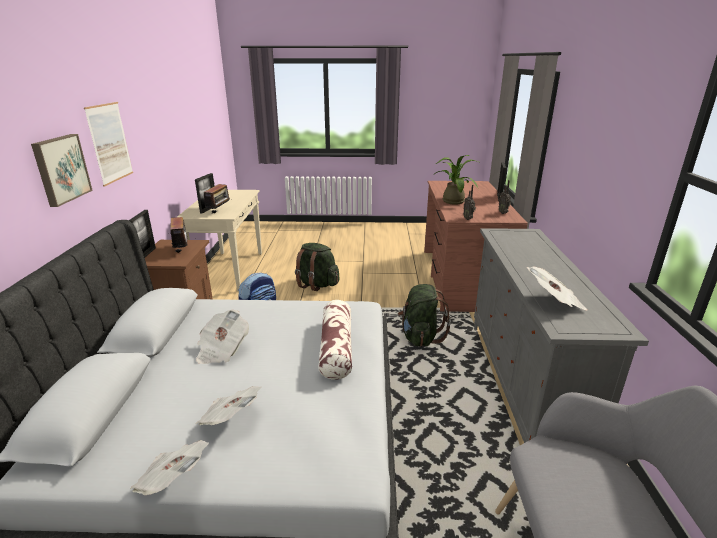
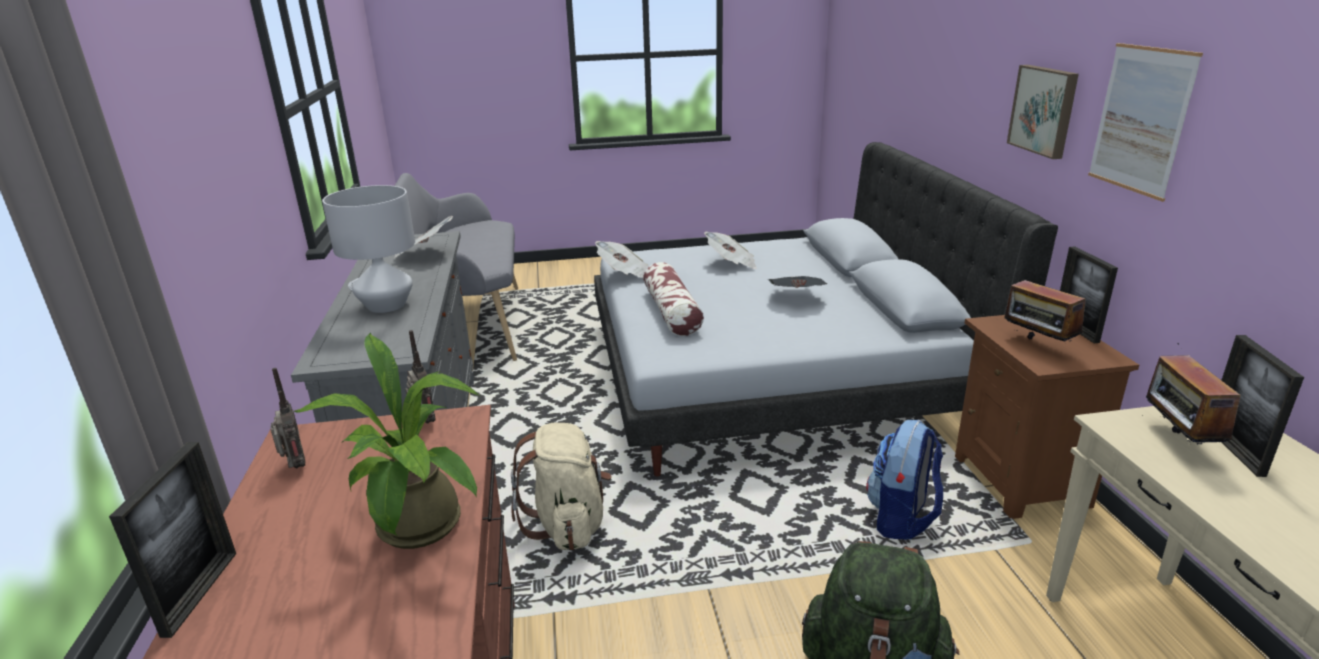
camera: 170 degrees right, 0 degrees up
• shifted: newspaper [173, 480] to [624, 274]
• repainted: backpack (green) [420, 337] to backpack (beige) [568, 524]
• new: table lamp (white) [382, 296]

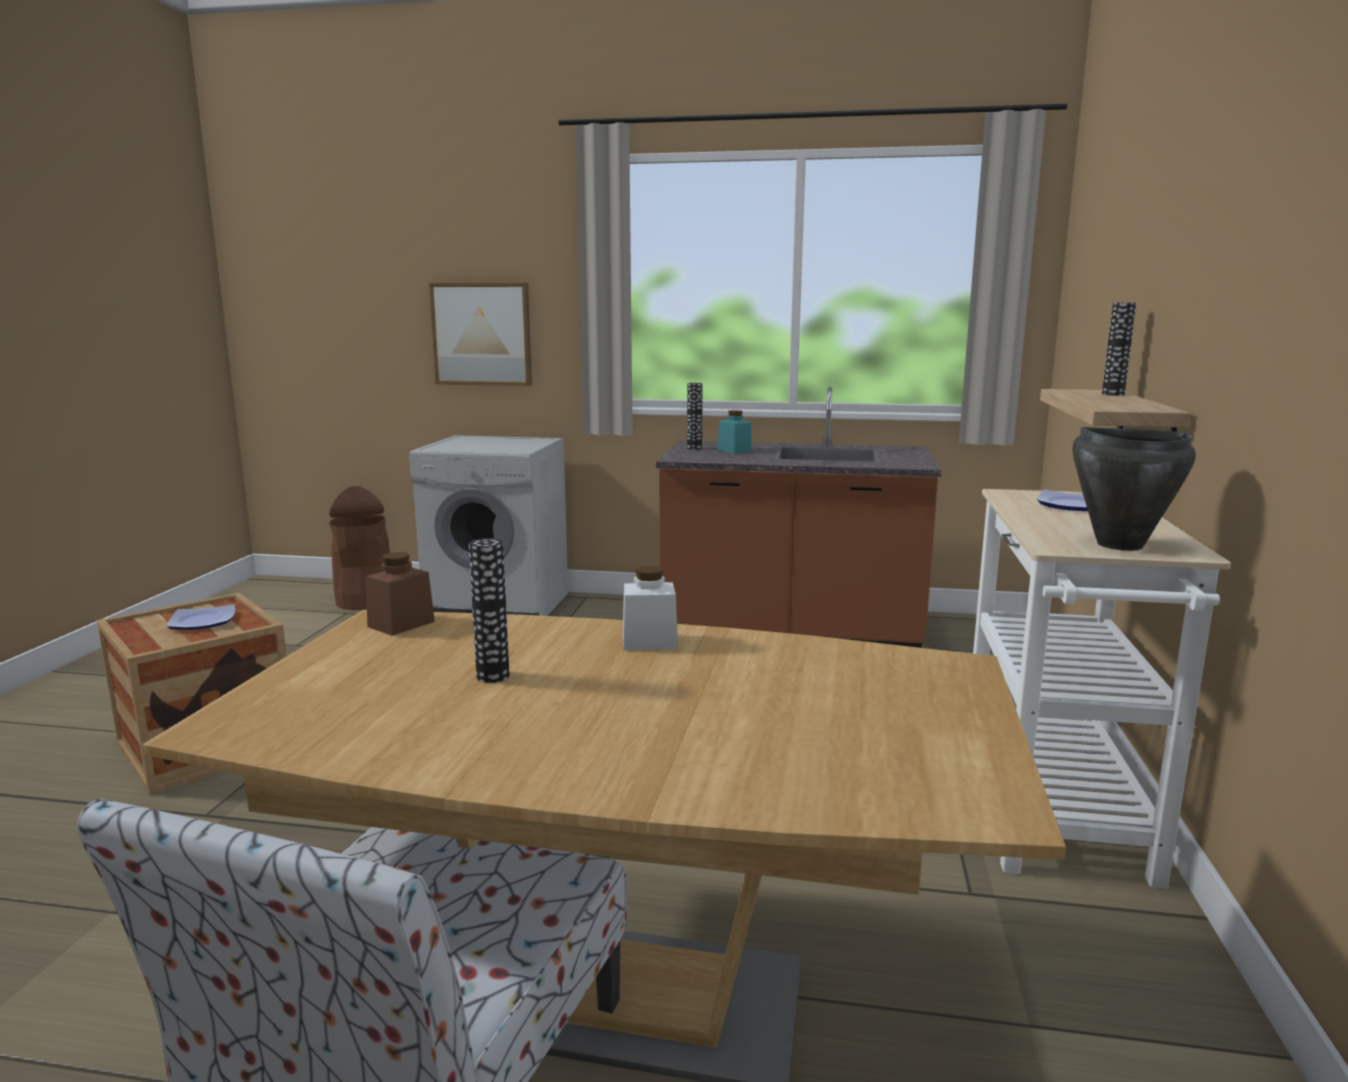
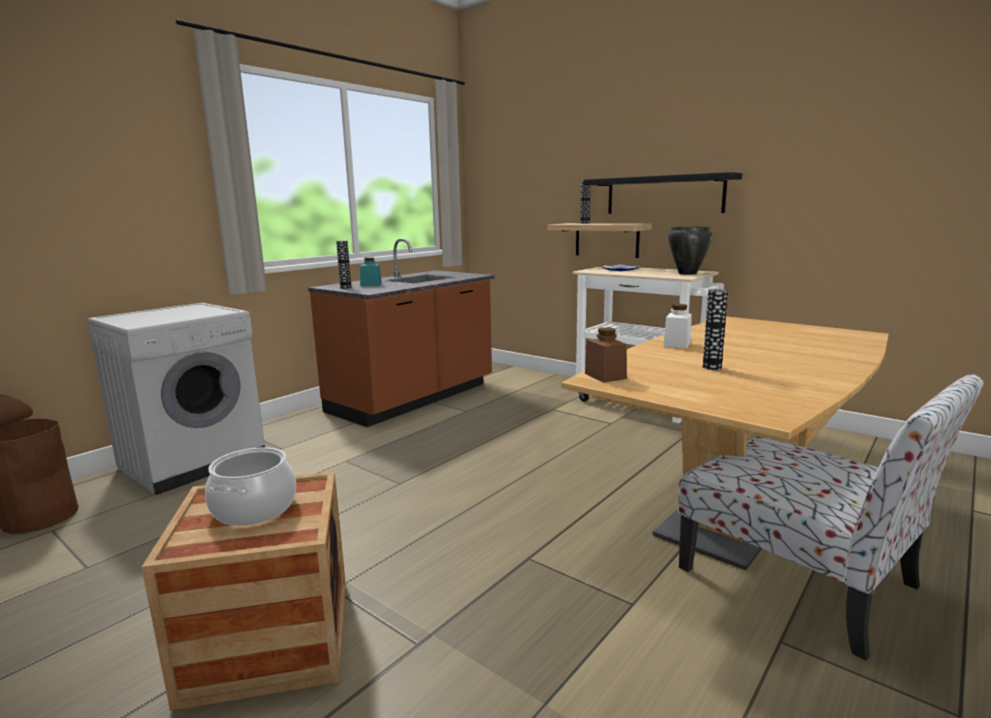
camera: 60 degrees left, 0 degrees up
• swapped: plate [201, 622] to cooking pot [255, 509]
• gone: picture [482, 334]
• new: shelf (black) [664, 195]

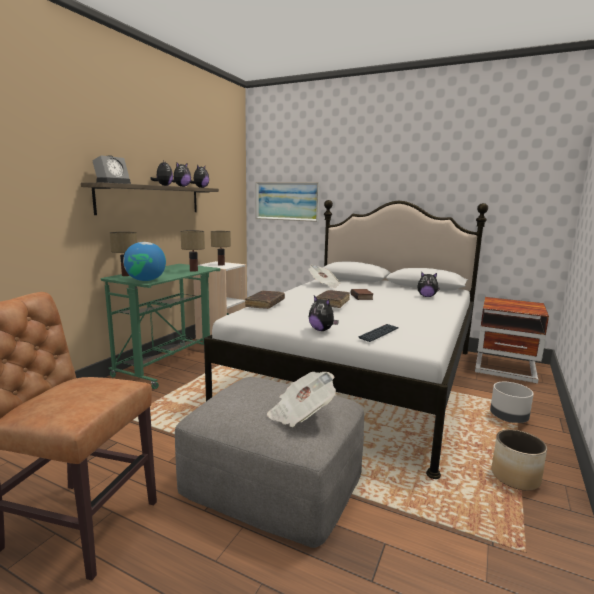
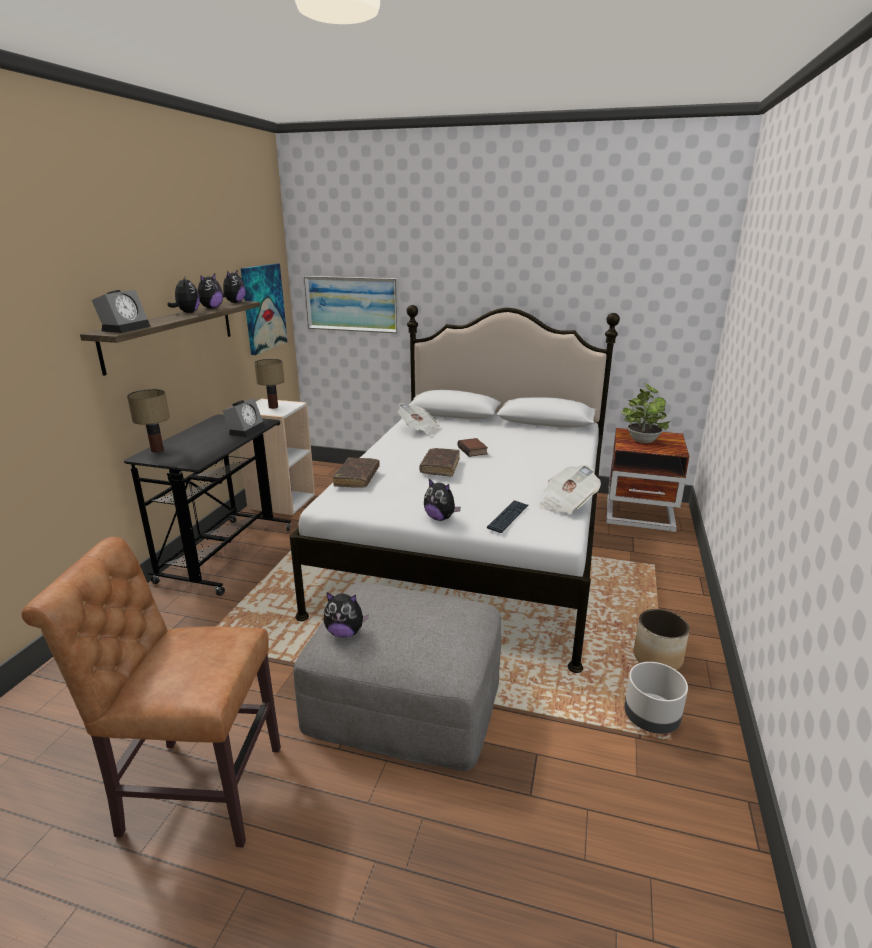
camera: 10 degrees left, 10 degrees up
• repainted: desk (green) [170, 364] to desk (black) [227, 554]
• gone: globe [146, 280]
• swapped: table lamp [193, 270] to alarm clock [246, 430]
• shifted: newspaper [300, 414] to [566, 503]
• shifted: plush toy [426, 296] to [345, 633]
• shifted: planter (grey) [508, 418] to [651, 719]
• new: picture [263, 308]
• new: potted plant [642, 439]

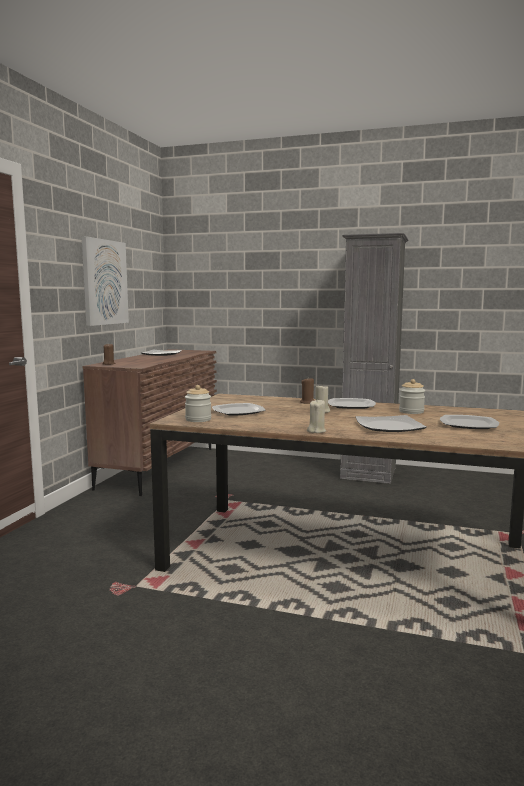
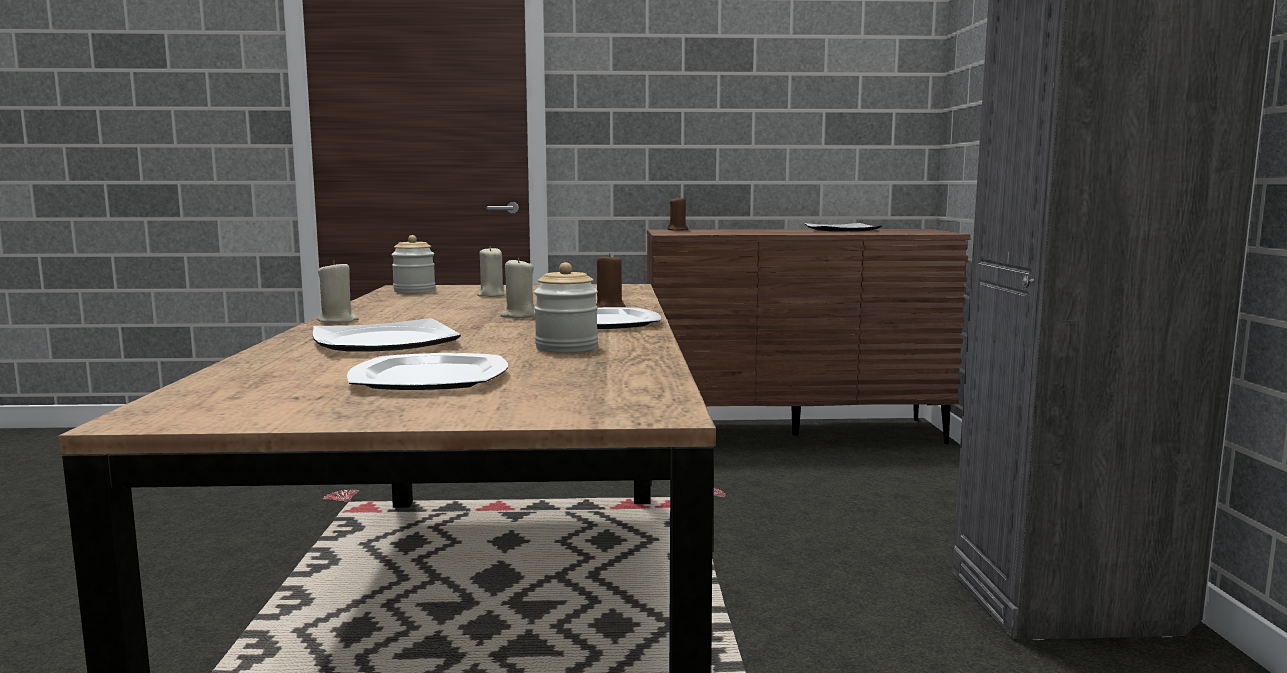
camera: 70 degrees right, 0 degrees up
• gone: picture [104, 282]
• swapped: plate [238, 411] to candle (beige) [491, 295]

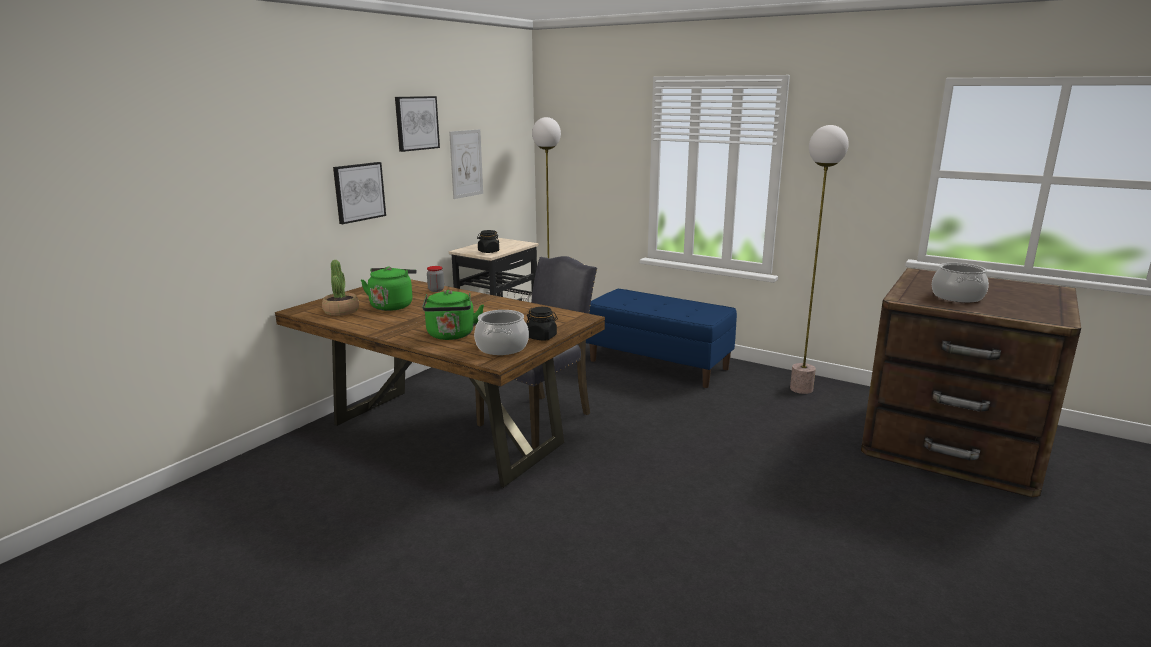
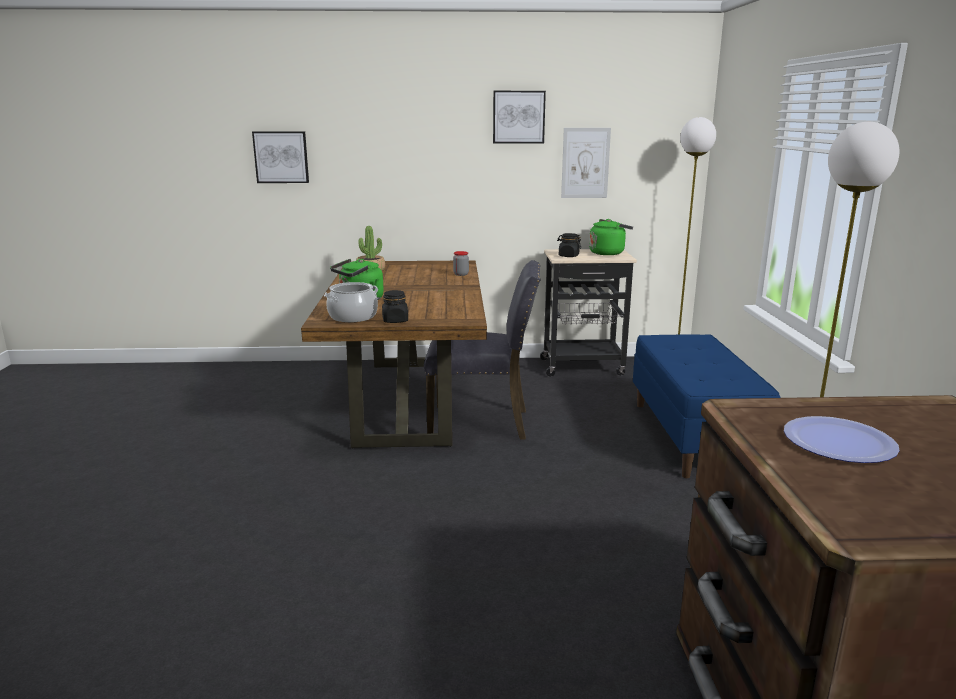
camera: 55 degrees right, 0 degrees up
• shifted: picture [359, 192] to [281, 157]
• shifted: kettle (green) [392, 305] to [608, 253]
• swapped: cooking pot [957, 297] to plate [839, 442]

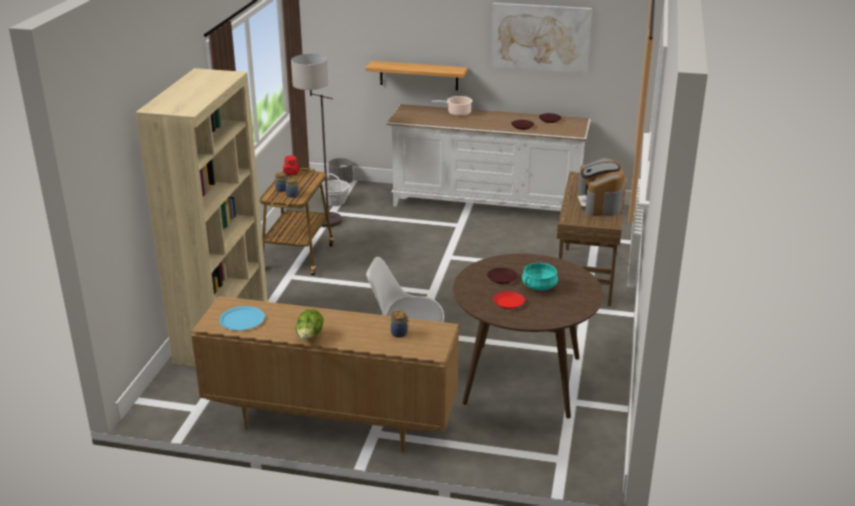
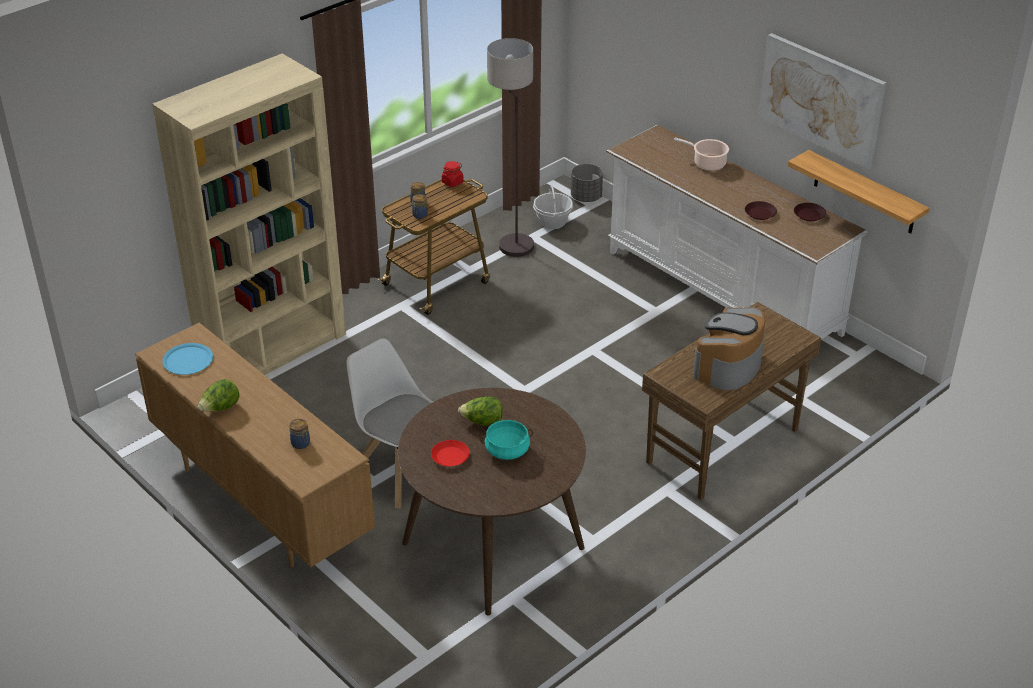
camera: 35 degrees right, 10 degrees up
• shifted: shelf [419, 75] to [864, 193]
• swapped: plate (brown) [502, 278] to lettuce [482, 422]

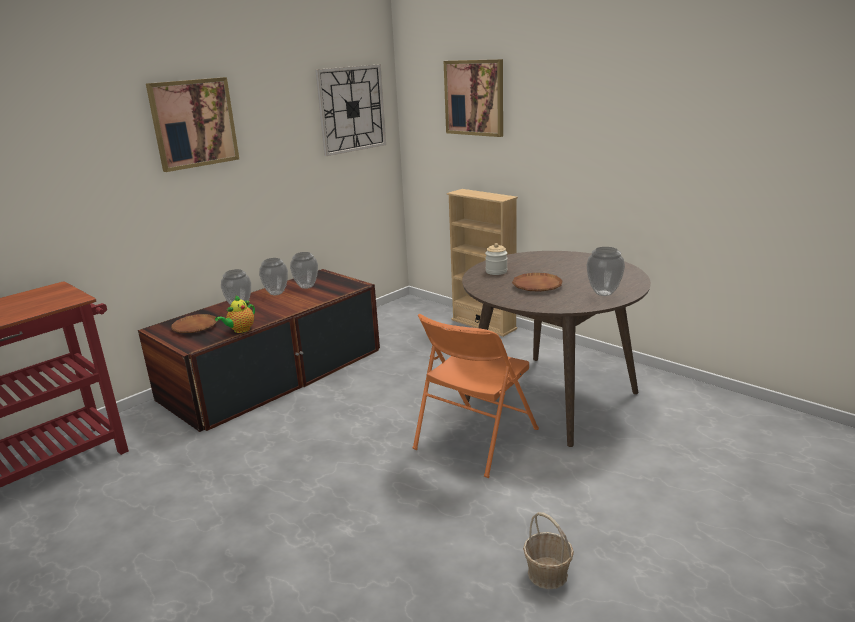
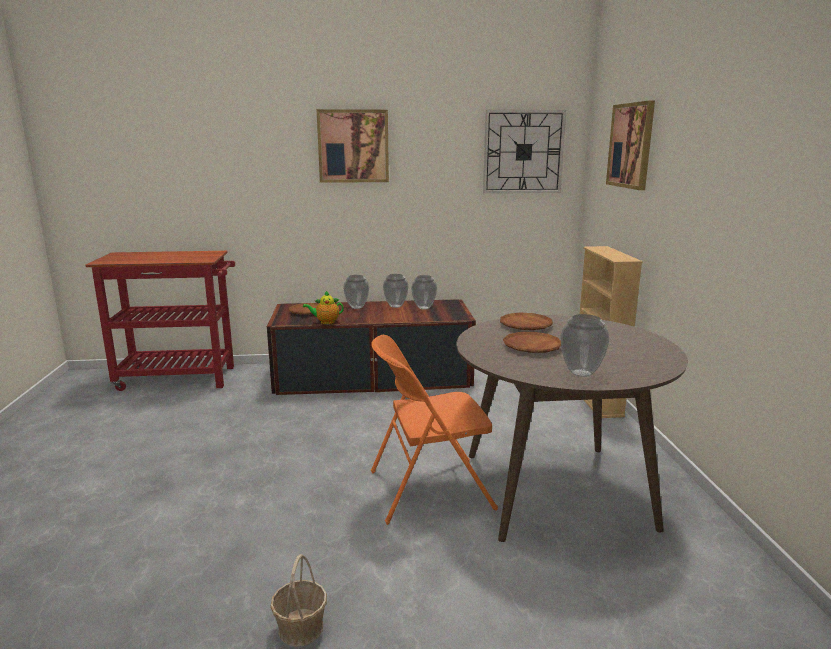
camera: 40 degrees right, 5 degrees down
• swapped: jar [496, 271] to plate (brown) [525, 325]

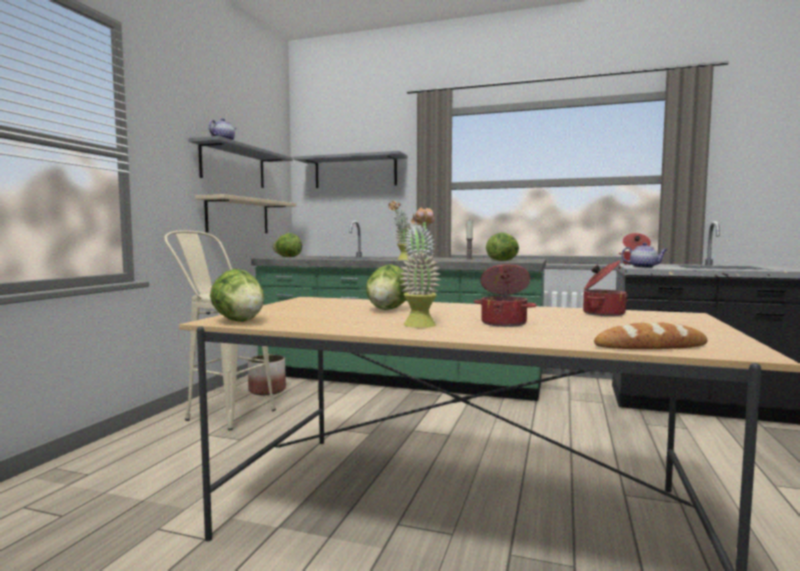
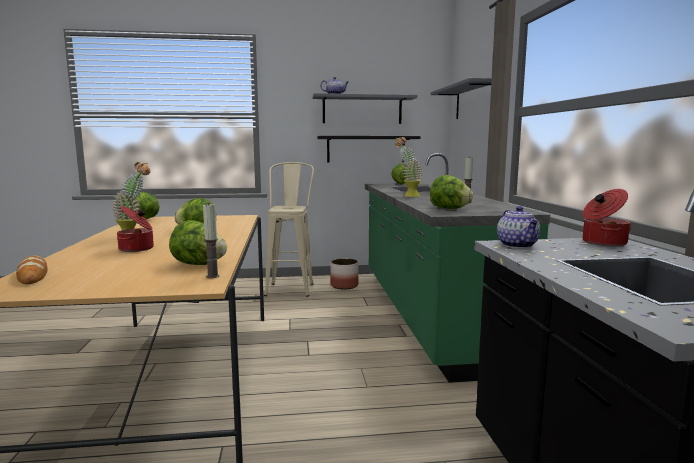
camera: 65 degrees right, 5 degrees up
• repainted: shelf (beige) [238, 216] to shelf (black) [366, 149]
• swapped: cooking pot [602, 313] to lettuce [198, 264]
• new: candle [212, 276]

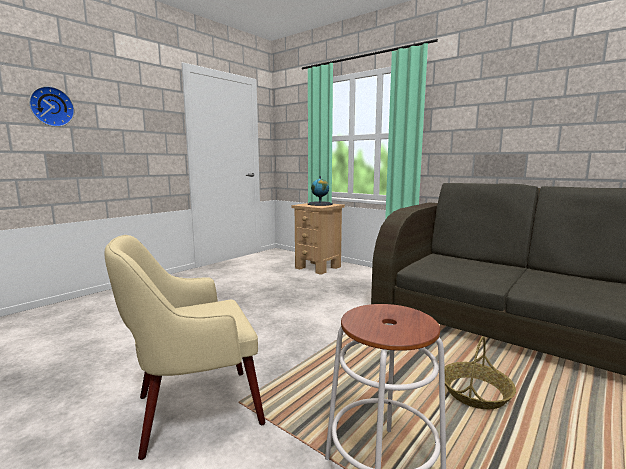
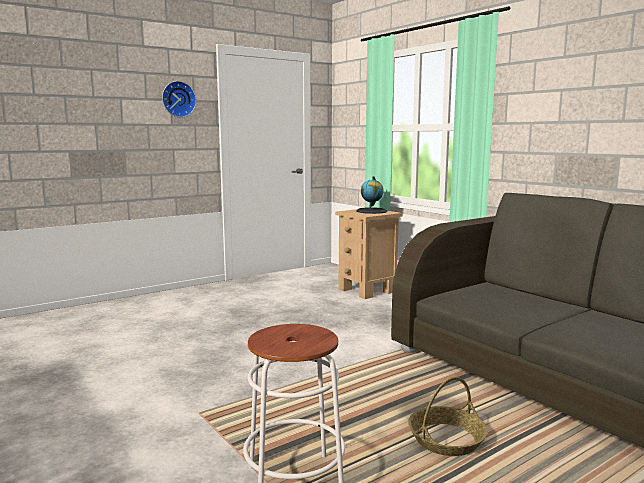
camera: 15 degrees right, 0 degrees up
• shifted: wall clock [51, 107] to [178, 99]
• gone: armchair (beige) [194, 410]

